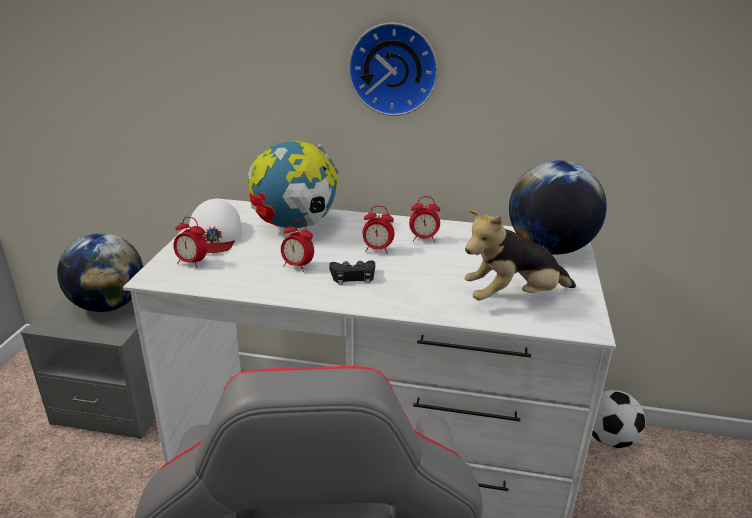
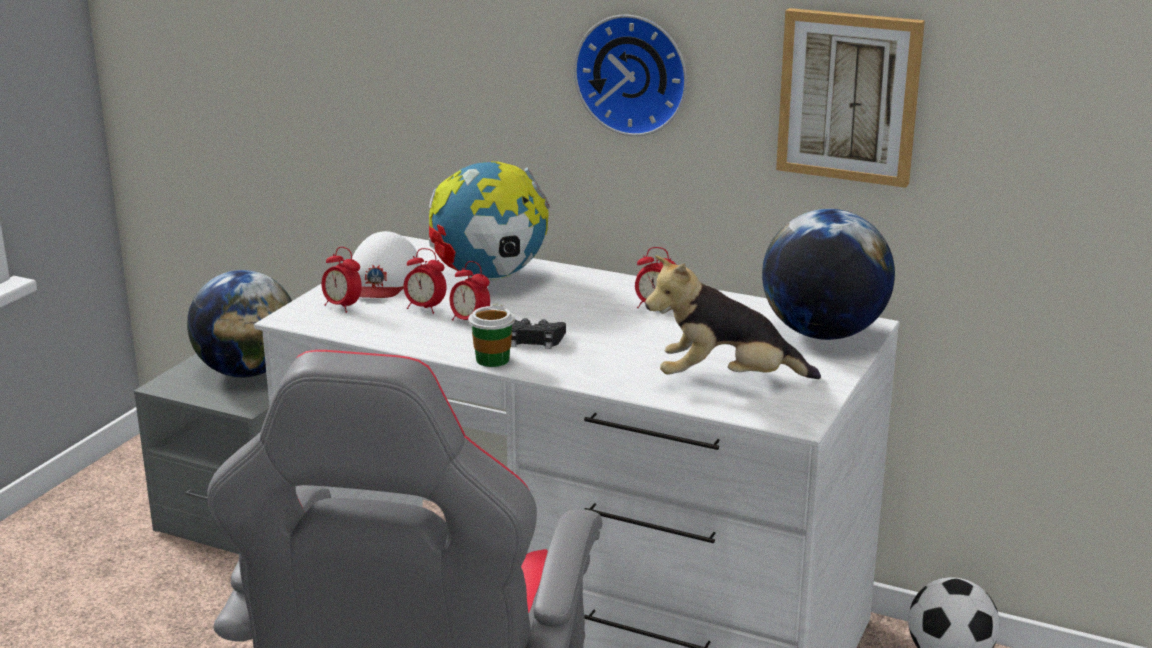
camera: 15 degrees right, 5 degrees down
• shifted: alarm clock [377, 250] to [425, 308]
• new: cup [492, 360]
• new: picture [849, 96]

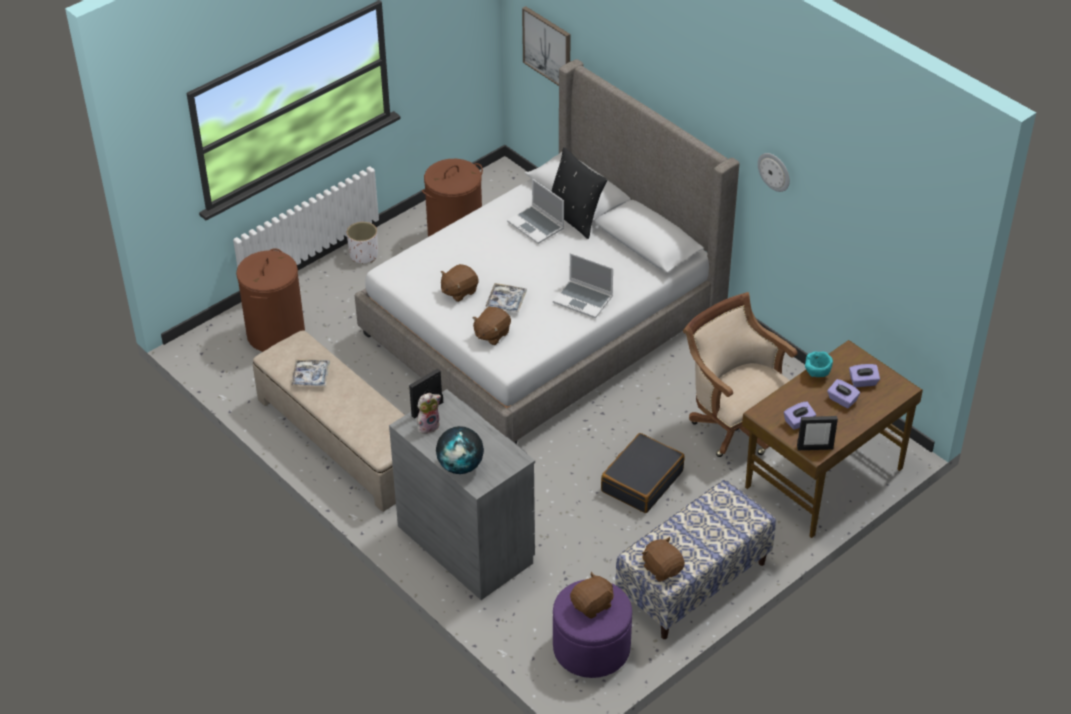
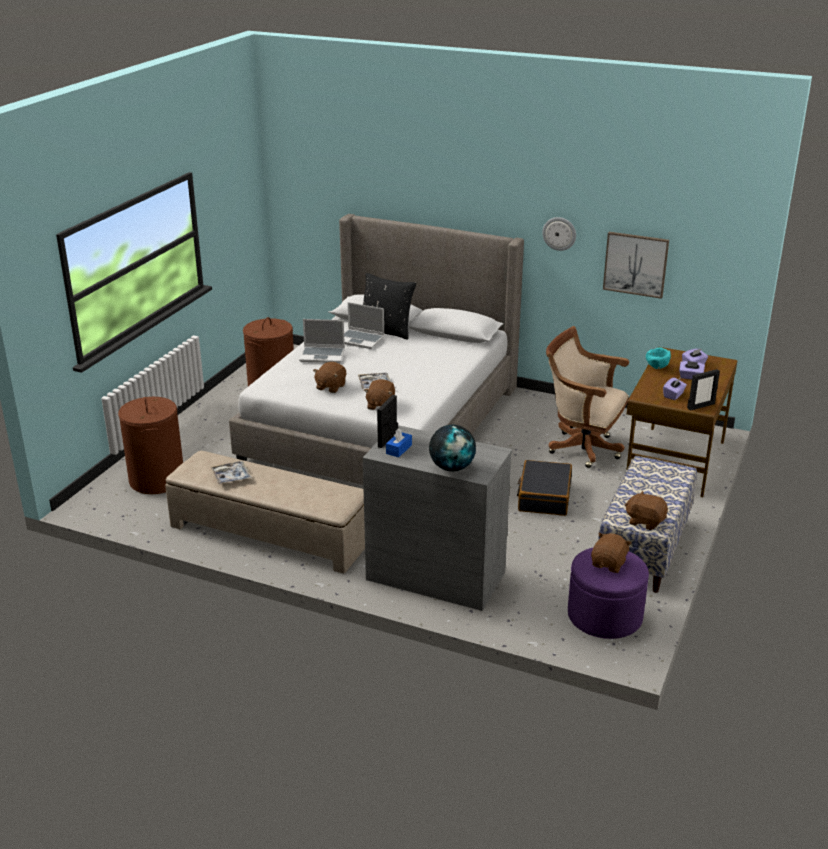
camera: 25 degrees left, 15 degrees down
• gone: planter (white) [364, 255]
• swapped: plush toy [428, 425] to tissue box (blue) [399, 449]
• shifted: picture [548, 47] to [635, 264]
• shifted: laptop [584, 300] to [323, 355]

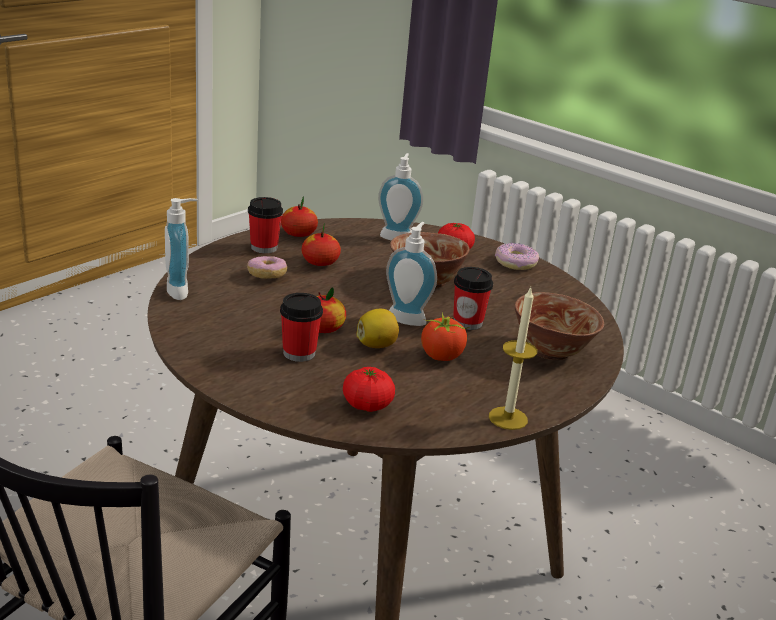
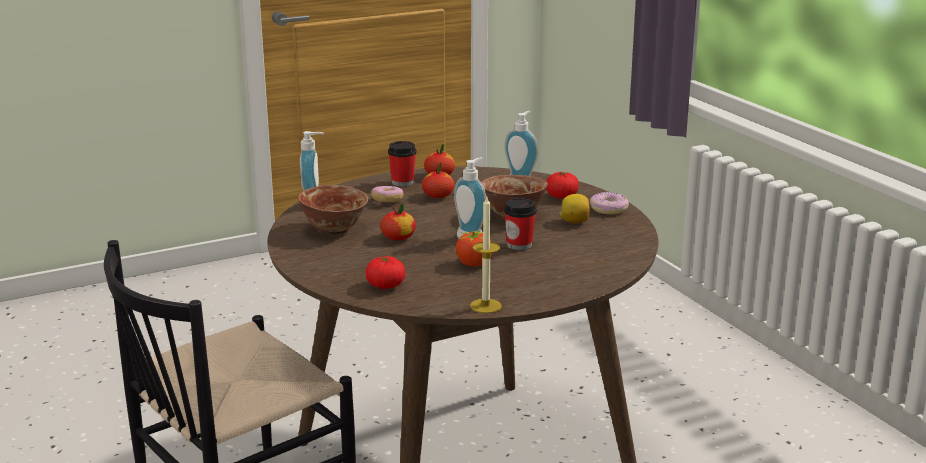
camera: 25 degrees right, 5 degrees down
• gone: cup [299, 353]
• shifted: lemon [377, 345] to [575, 222]
• shifted: bowl [551, 351] to [334, 229]

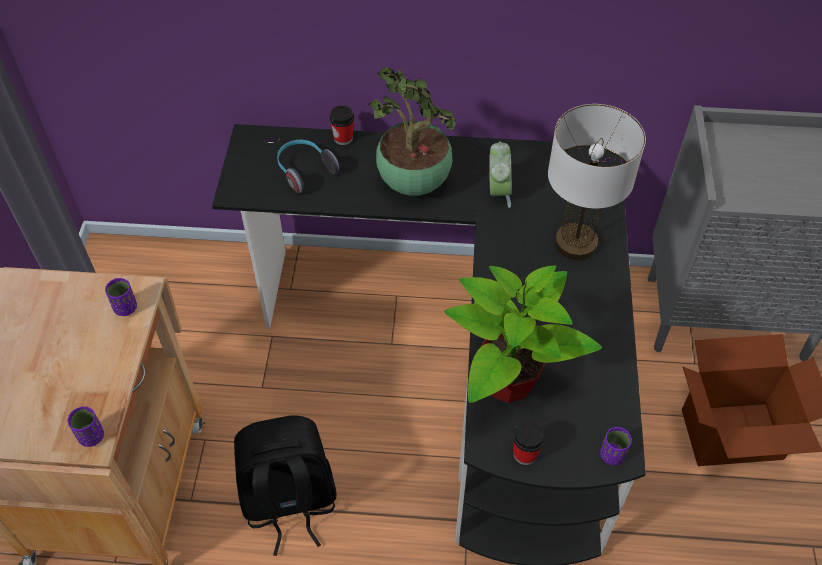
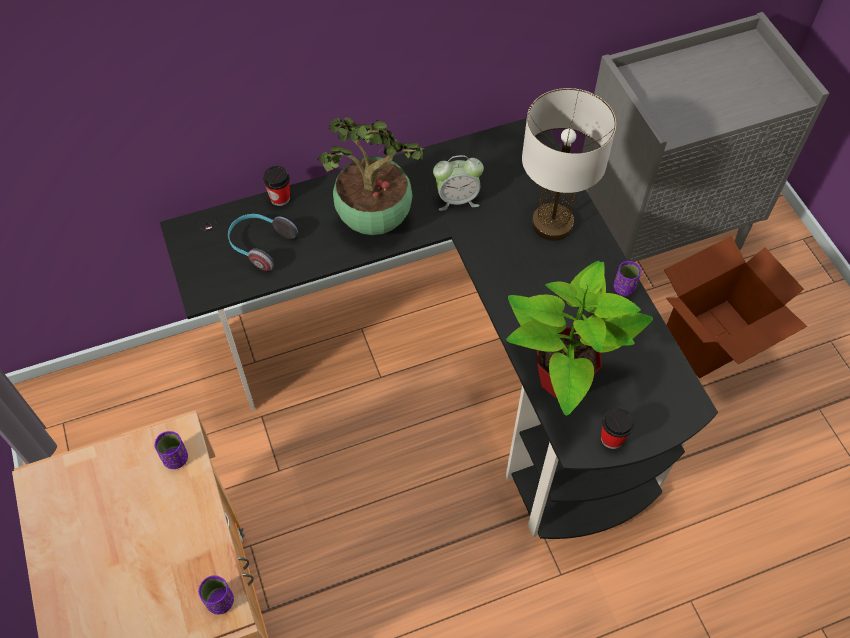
camera: 25 degrees left, 5 degrees up
• gone: backpack (black) [289, 503]
• rotated: alarm clock [498, 192] = [457, 199] 105 degrees clockwise
• shifted: cup (purple) [612, 455] to [624, 288]

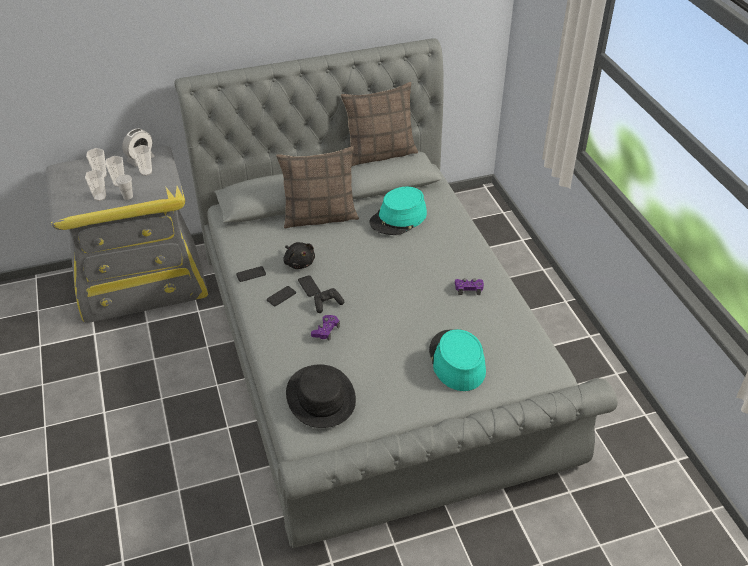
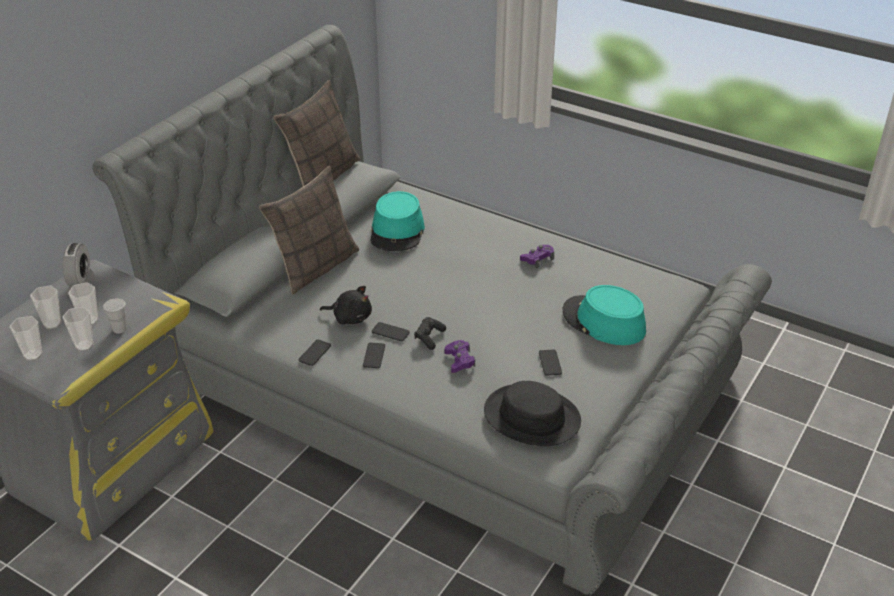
camera: 40 degrees left, 5 degrees down
• shifted: cup [146, 172] to [33, 355]
• new: phone [550, 363]

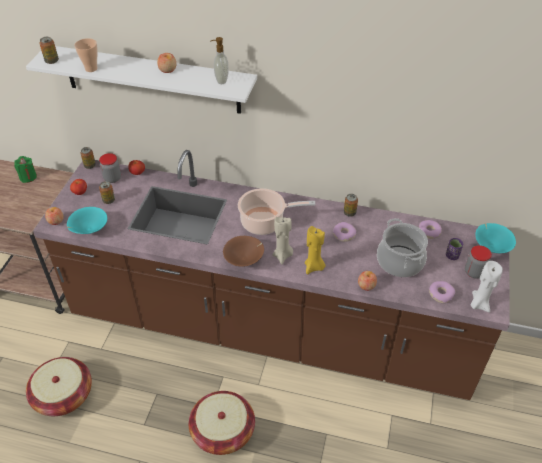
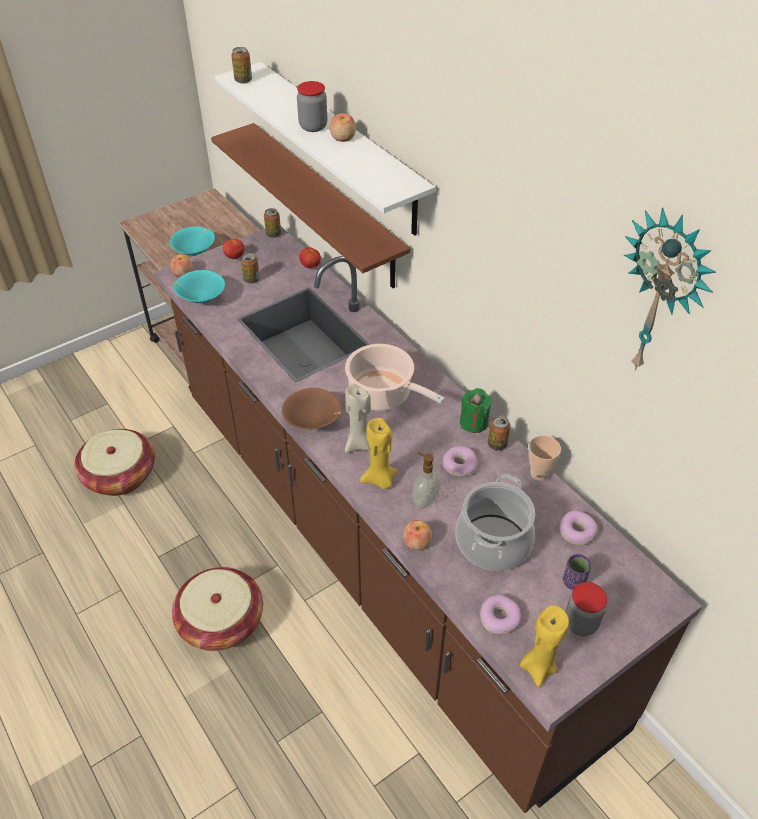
camera: 40 degrees right, 0 degrees up
• shifted: candle (green) [28, 177] to [473, 422]
• shifted: cup [91, 69] to [539, 473]
• shifted: jar [112, 178] to [313, 126]
• shifted: soap dispenser [221, 80] to [424, 500]
• repainted: candle (white) [479, 304] to candle (yellow) [538, 667]
• shifted: bowl (turquoise) [491, 247] to [195, 252]
• new: shelf (brown) [326, 205]
• new: wall clock [662, 295]

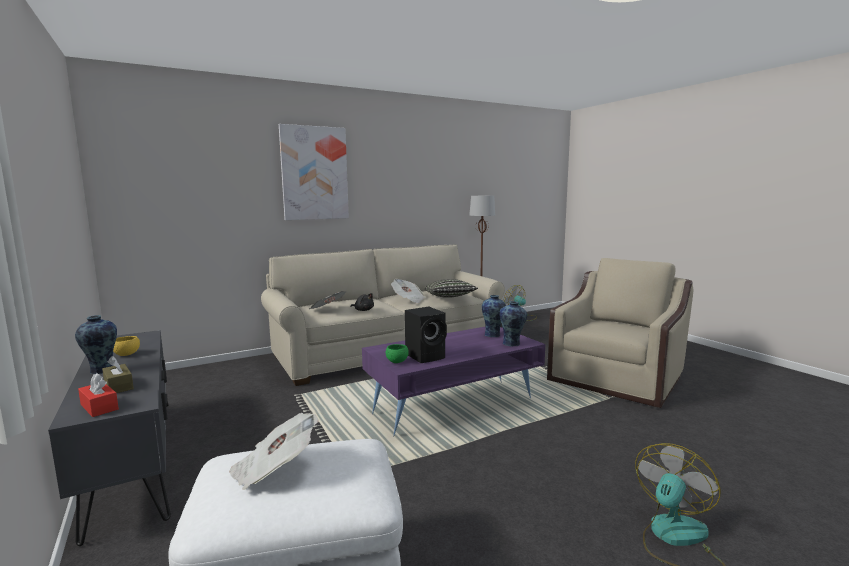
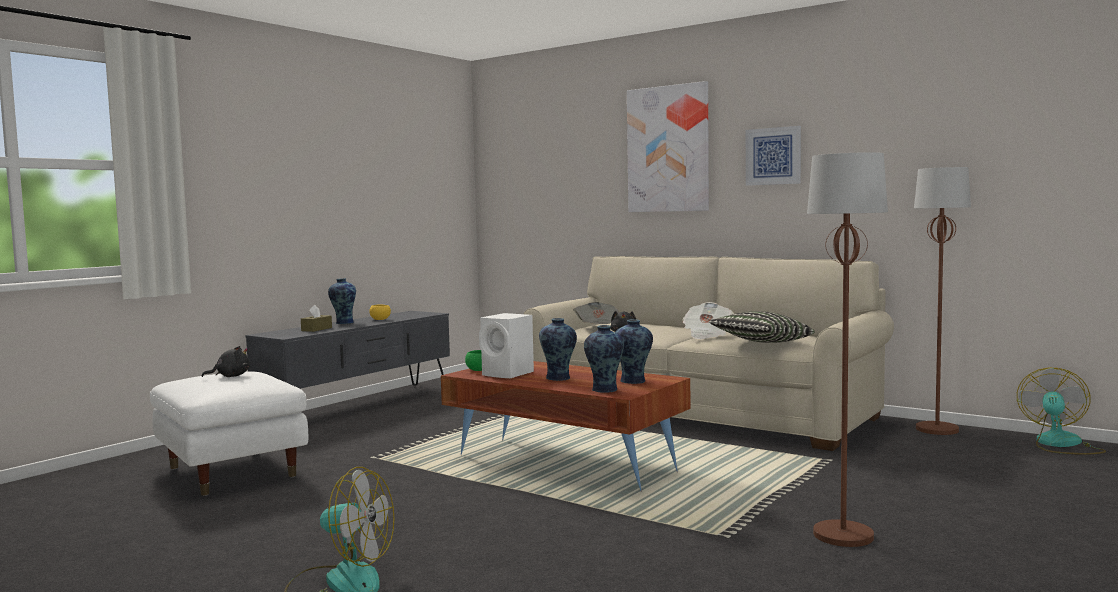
camera: 65 degrees right, 5 degrees down
• gone: tissue box (red) [99, 407]
• swapped: newspaper [274, 470] to plush toy (black) [230, 376]
• repainted: coffee table (purple) [453, 406] to coffee table (brown) [565, 463]
• repainted: speaker (black) [426, 356] to speaker (white) [509, 374]
• swapped: armchair (beige) [618, 376] to floor lamp (brown) [843, 536]
• new: vase [558, 378]
• new: picture [773, 156]

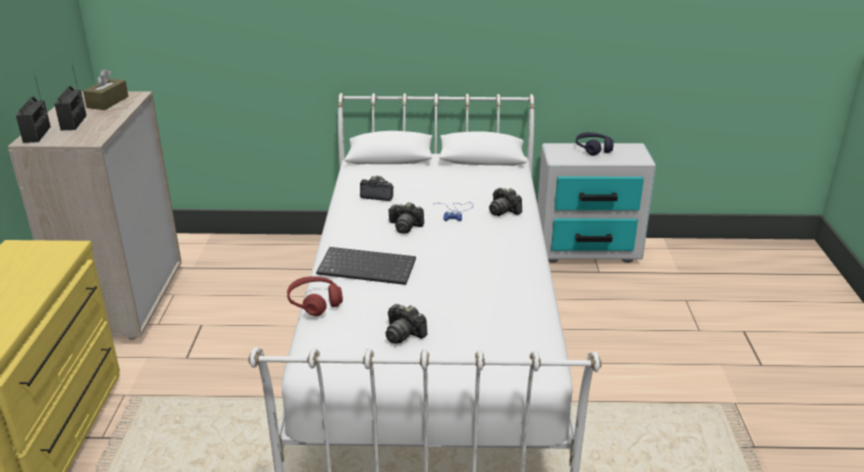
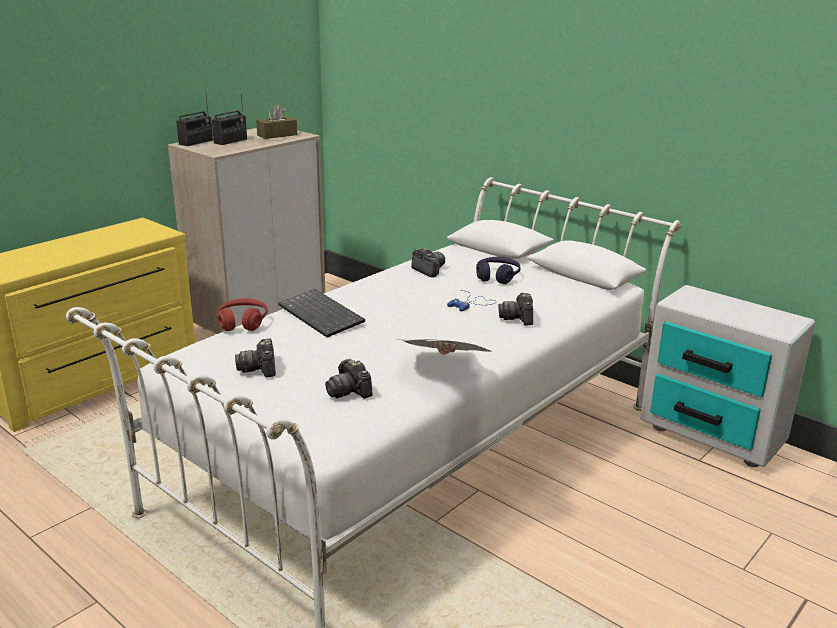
camera: 40 degrees right, 5 degrees down
• shifted: photo camera [405, 226] to [349, 391]
• shifted: headphones (purple) [593, 149] to [497, 276]
• new: newspaper [445, 368]

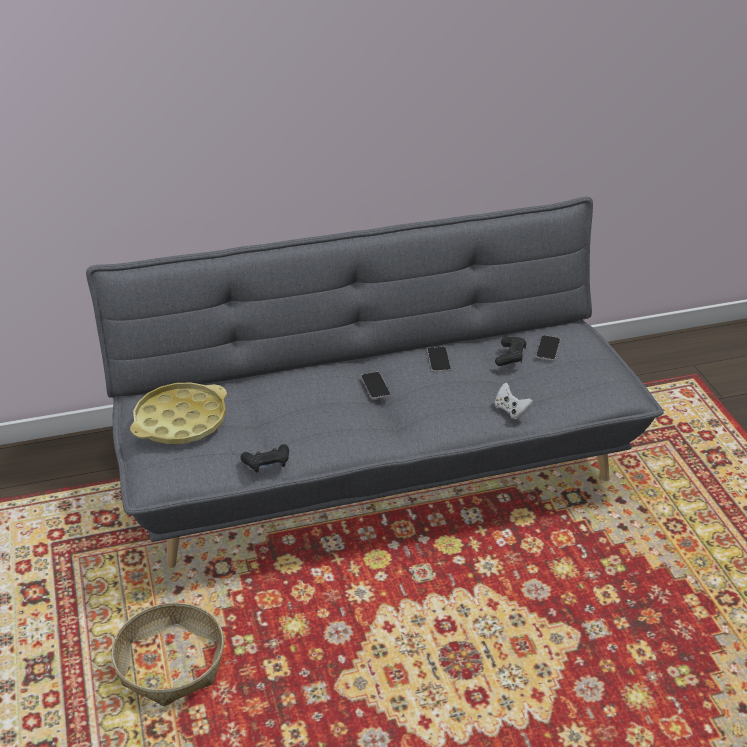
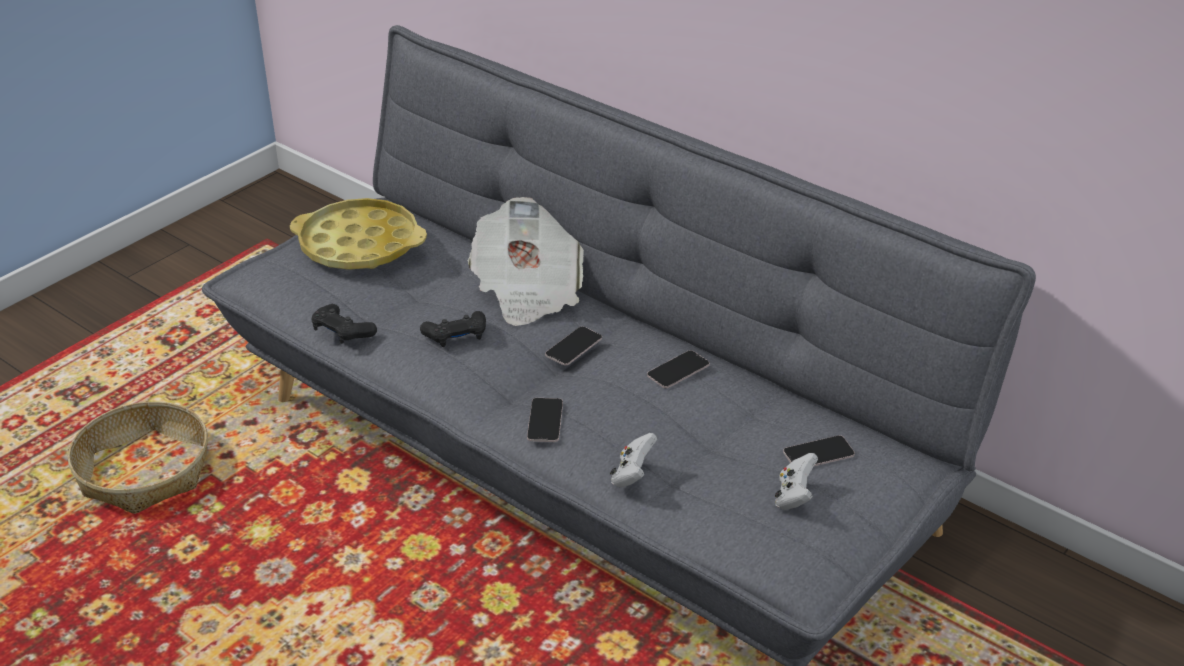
camera: 55 degrees right, 0 degrees up
• shifted: game controller (black) [510, 356] to [456, 336]
• new: newspaper [528, 289]
• new: phone [545, 421]
• new: game controller (white) [794, 496]

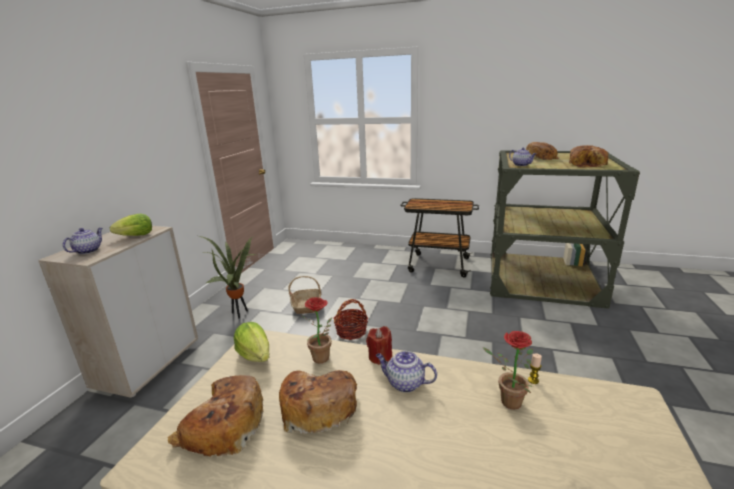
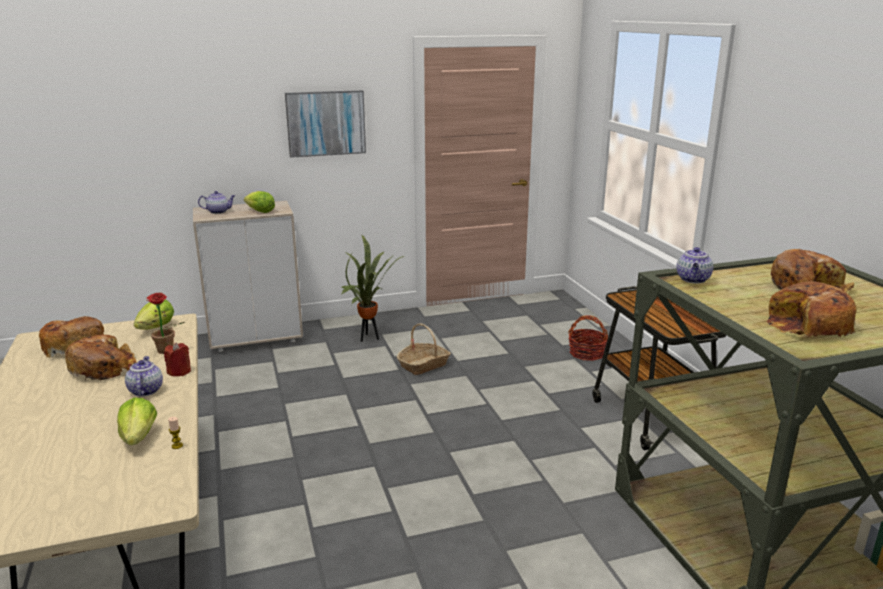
camera: 55 degrees right, 0 degrees up
• shifted: basket [351, 331] to [586, 353]
• swapped: potted plant [506, 401] to lettuce [139, 437]
• new: picture [326, 123]

